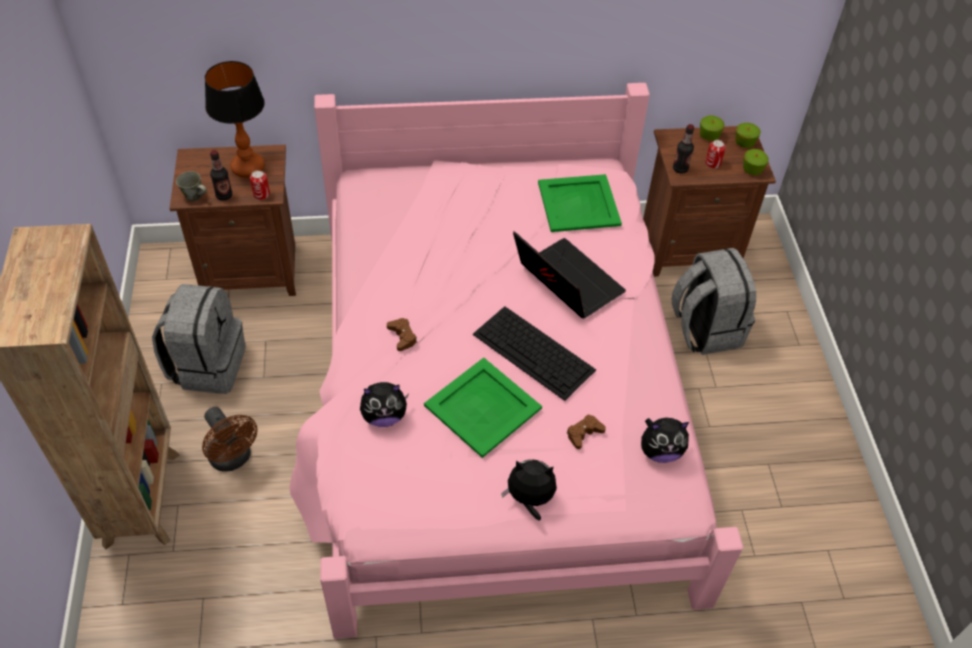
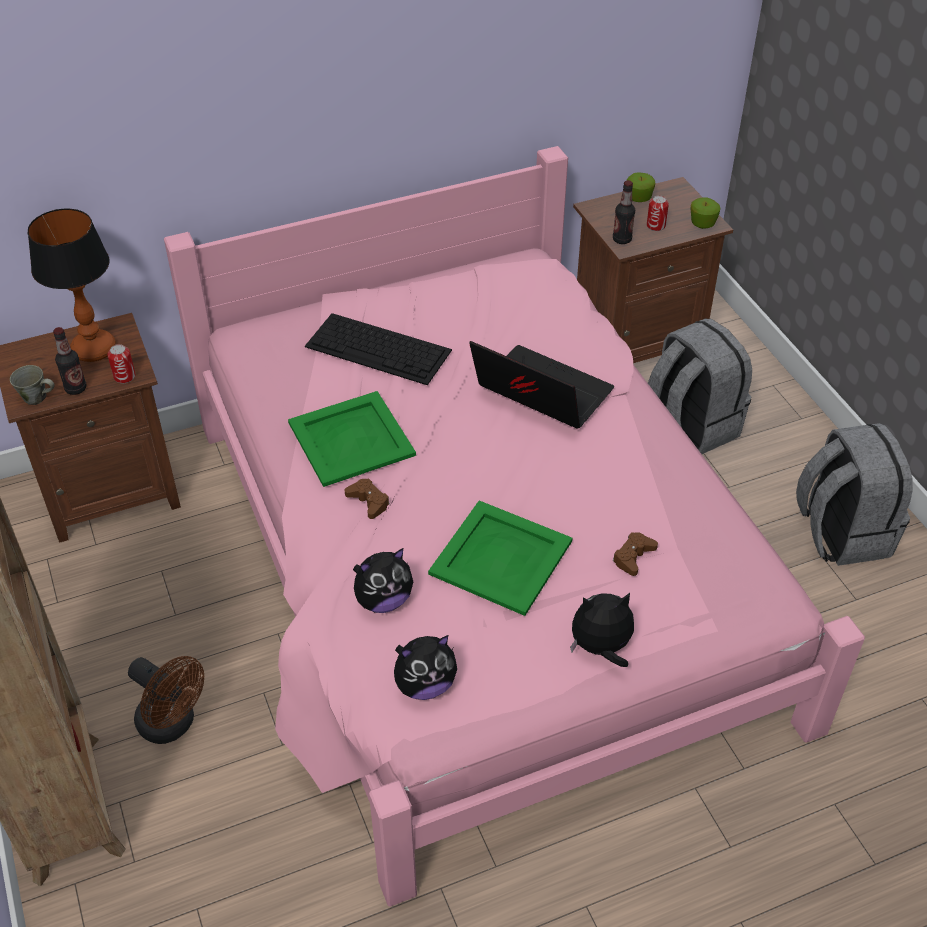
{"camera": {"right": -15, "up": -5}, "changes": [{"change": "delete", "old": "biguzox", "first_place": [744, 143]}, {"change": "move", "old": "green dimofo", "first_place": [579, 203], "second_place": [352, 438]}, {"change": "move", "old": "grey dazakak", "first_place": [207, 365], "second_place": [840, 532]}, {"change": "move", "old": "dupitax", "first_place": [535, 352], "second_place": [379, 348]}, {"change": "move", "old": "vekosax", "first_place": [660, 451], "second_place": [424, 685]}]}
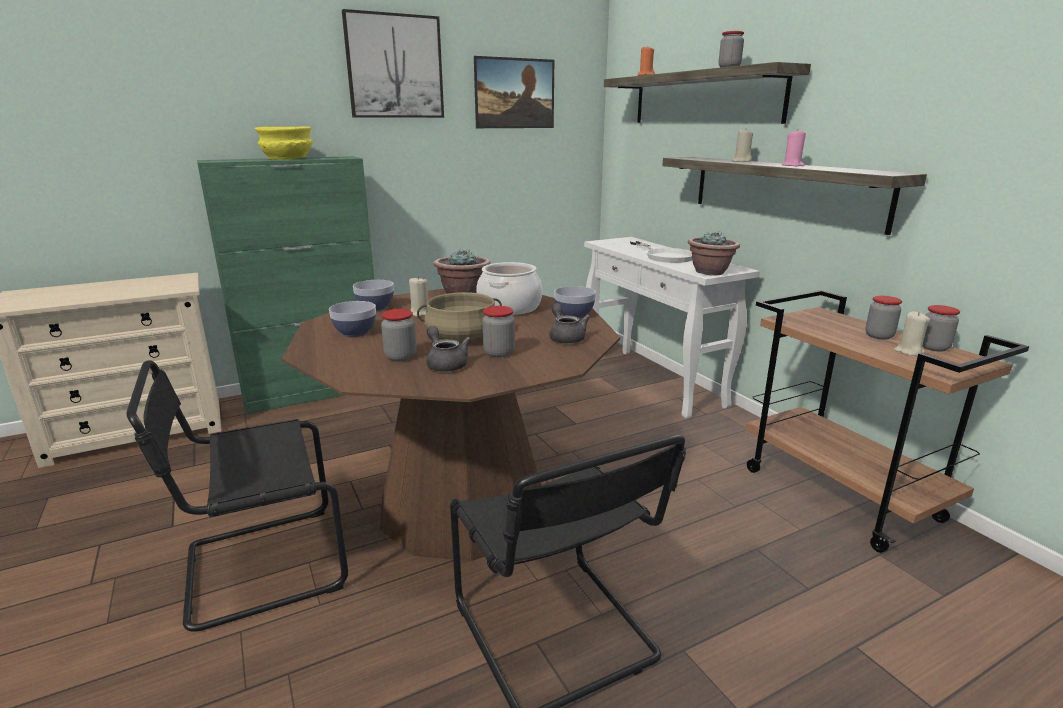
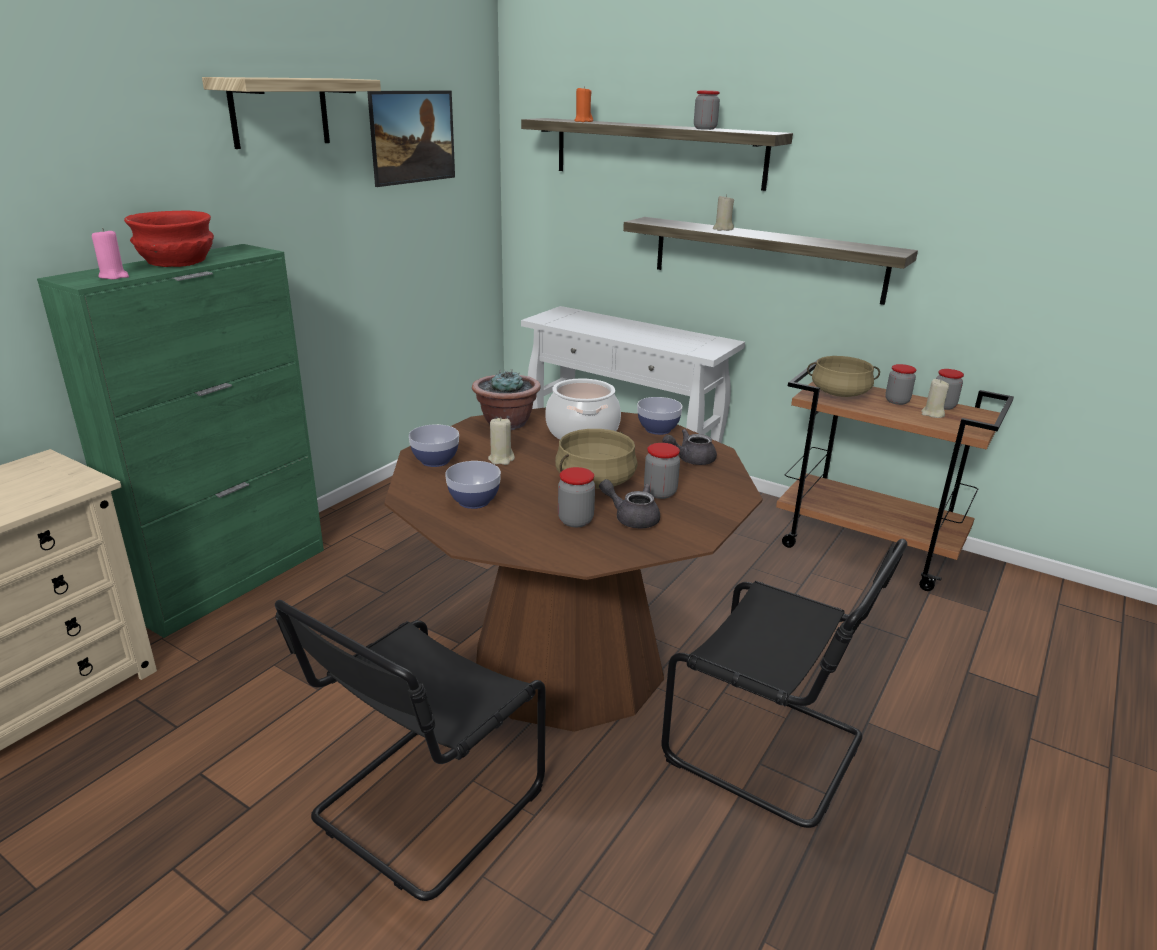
{"camera": {"right": -30, "up": 5}, "changes": [{"change": "replace", "old": "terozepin", "new": "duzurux", "first_place": [394, 67], "second_place": [279, 112]}, {"change": "recolor", "old": "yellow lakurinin", "new": "red lakurinin", "first_place": [288, 158], "second_place": [178, 261]}, {"change": "move", "old": "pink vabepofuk", "first_place": [792, 165], "second_place": [114, 276]}, {"change": "delete", "old": "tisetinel", "first_place": [710, 272]}, {"change": "delete", "old": "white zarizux", "first_place": [664, 256]}, {"change": "rotate", "old": "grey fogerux", "first_place": [566, 337], "second_place": [690, 459], "degrees": -60}, {"change": "insert", "new": "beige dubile", "second_place": [840, 393]}]}
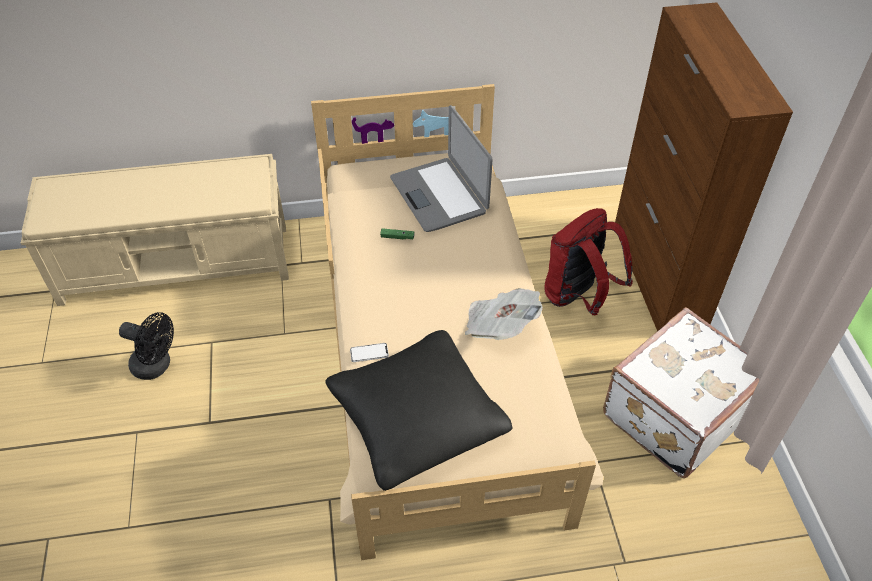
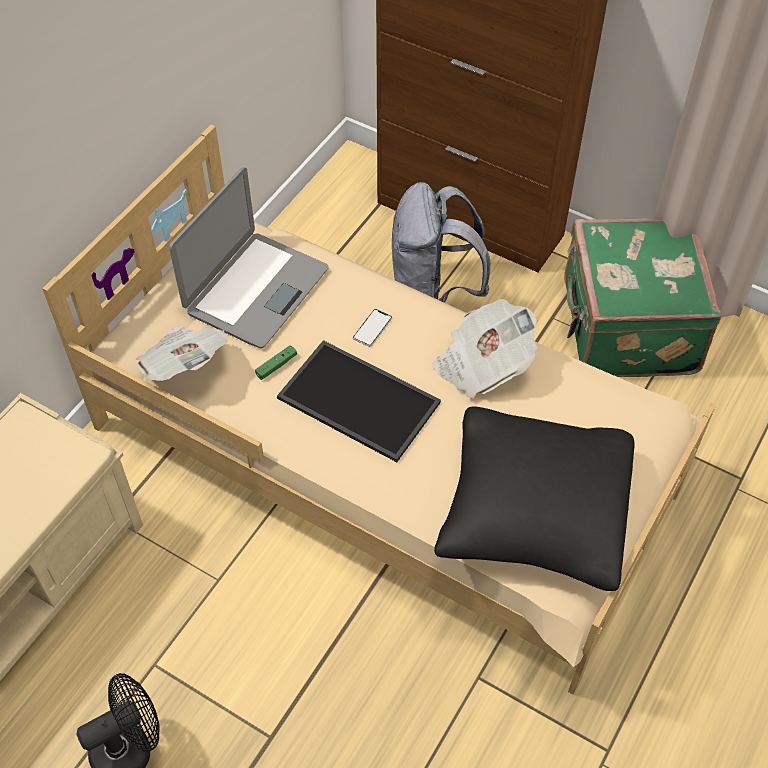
{"camera": {"right": -50, "up": 5}, "changes": [{"change": "rotate", "old": "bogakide", "first_place": [439, 195], "second_place": [255, 290], "degrees": -75}, {"change": "recolor", "old": "red dazakak", "new": "grey dazakak", "first_place": [578, 297], "second_place": [433, 294]}, {"change": "recolor", "old": "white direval", "new": "green direval", "first_place": [672, 414], "second_place": [626, 328]}, {"change": "move", "old": "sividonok", "first_place": [369, 353], "second_place": [372, 328]}, {"change": "insert", "new": "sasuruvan", "second_place": [184, 365]}, {"change": "insert", "new": "dimofo", "second_place": [356, 401]}]}
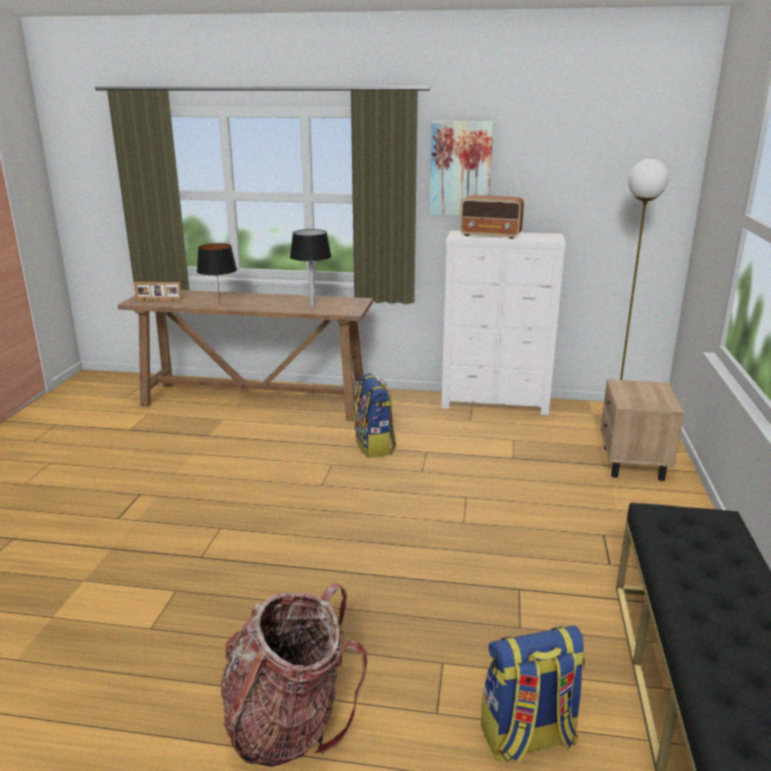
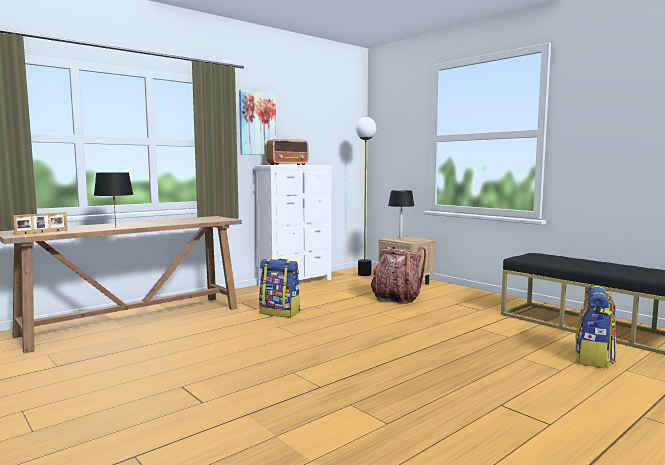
{"camera": {"right": -50, "up": -15}, "changes": [{"change": "move", "old": "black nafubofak", "first_place": [312, 306], "second_place": [400, 237]}, {"change": "move", "old": "dazakak", "first_place": [289, 722], "second_place": [396, 298]}]}
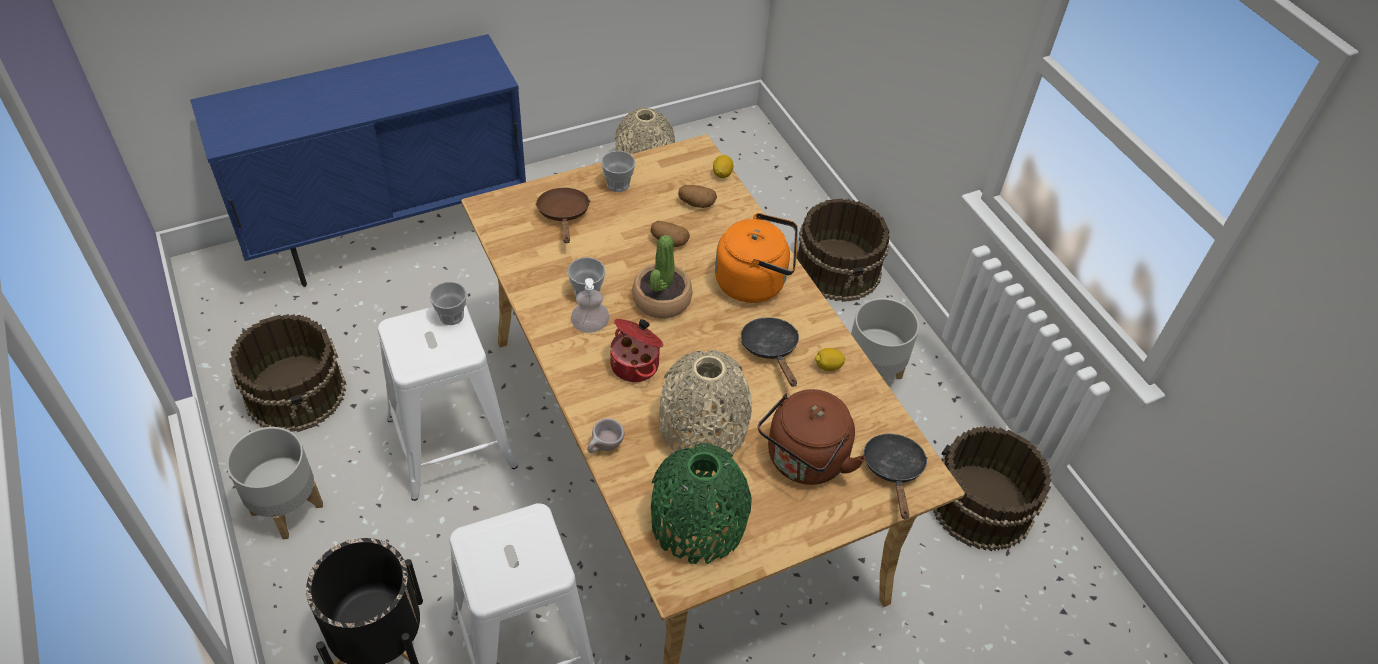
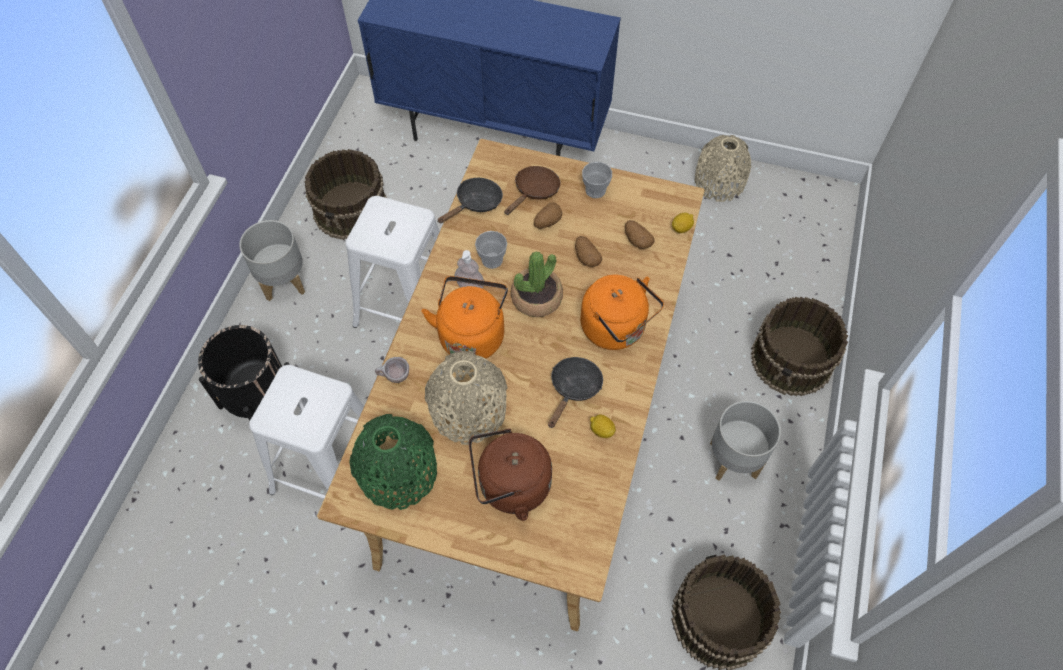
{"camera": {"right": 45, "up": 10}, "changes": [{"change": "delete", "old": "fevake", "first_place": [451, 316]}, {"change": "replace", "old": "dubile", "new": "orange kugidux", "first_place": [636, 364], "second_place": [472, 334]}, {"change": "move", "old": "black zarizux", "first_place": [893, 470], "second_place": [476, 203]}, {"change": "insert", "new": "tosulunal", "second_place": [547, 222]}]}
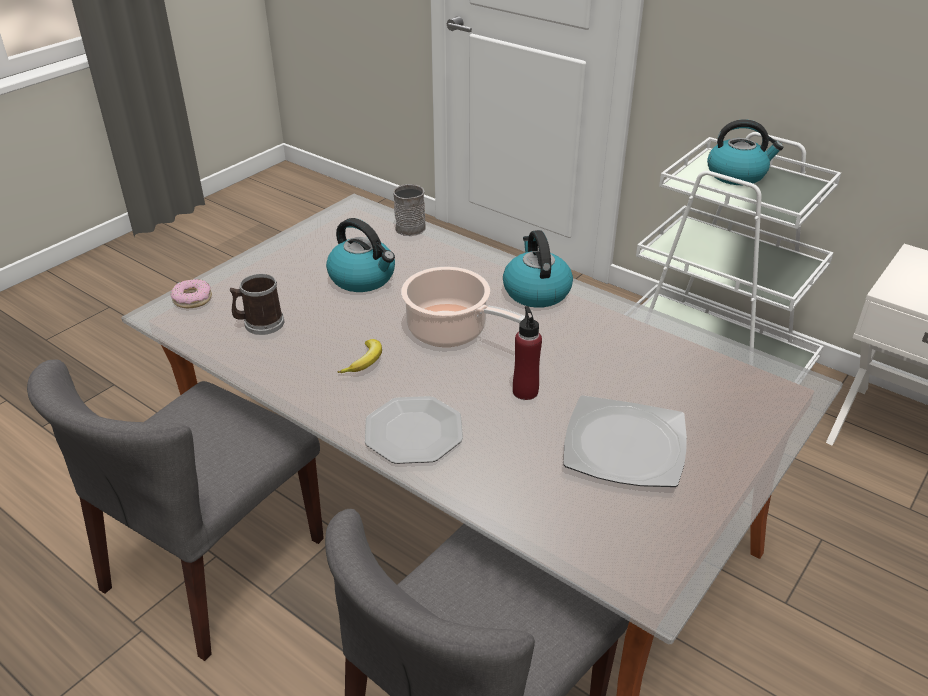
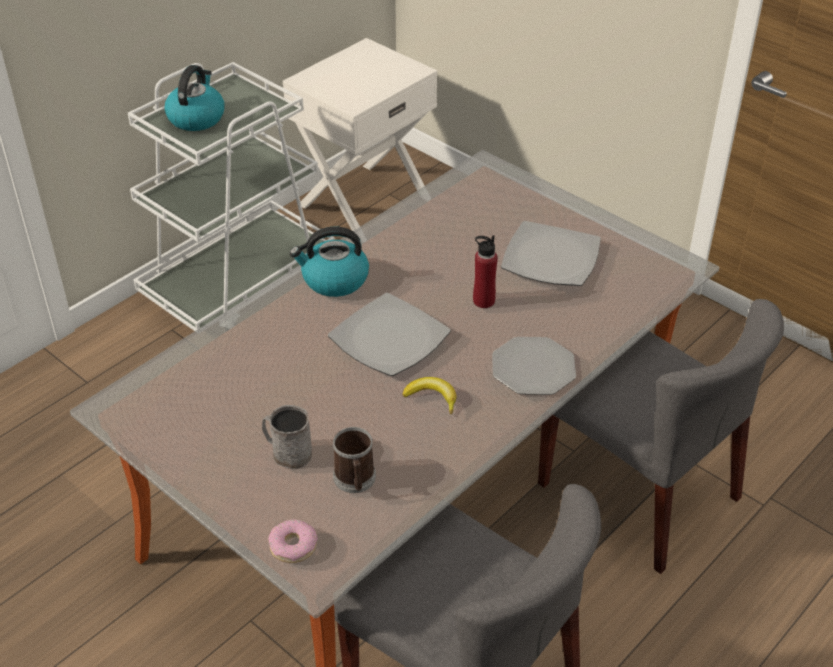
{"camera": {"right": -85, "up": 5}, "changes": [{"change": "move", "old": "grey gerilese", "first_place": [412, 226], "second_place": [287, 452]}, {"change": "delete", "old": "kugidux", "first_place": [363, 278]}, {"change": "replace", "old": "dubile", "new": "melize", "first_place": [451, 331], "second_place": [390, 338]}]}
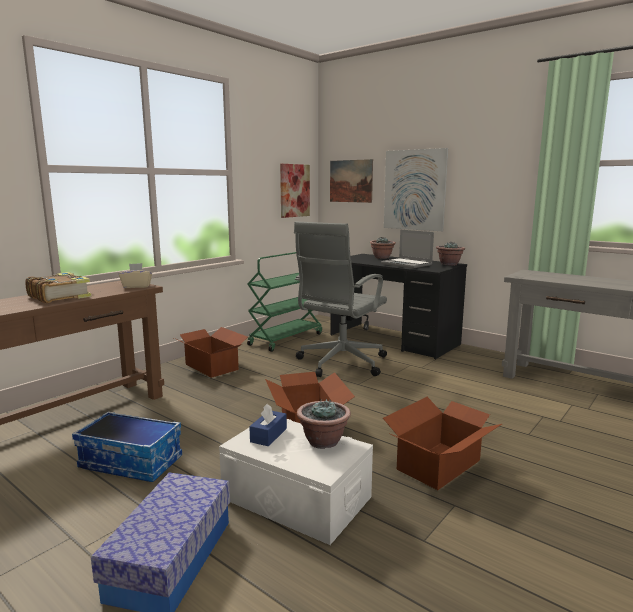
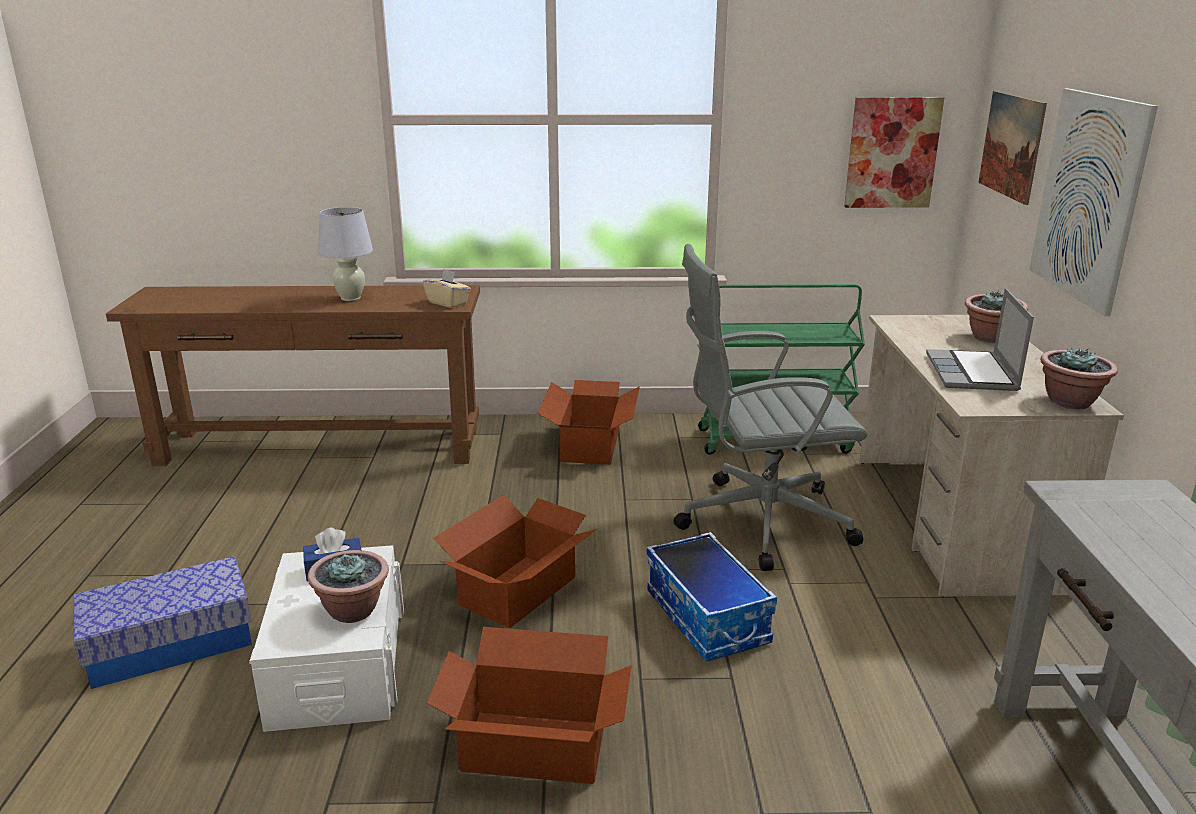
{"camera": {"right": 50, "up": 10}, "changes": [{"change": "recolor", "old": "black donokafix", "new": "beige donokafix", "first_place": [393, 340], "second_place": [953, 521]}, {"change": "replace", "old": "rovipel", "new": "white nafubofak", "first_place": [60, 296], "second_place": [350, 298]}, {"change": "move", "old": "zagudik", "first_place": [132, 462], "second_place": [708, 618]}]}
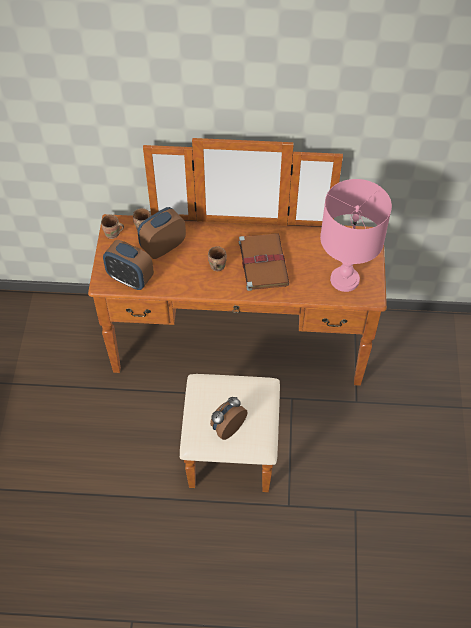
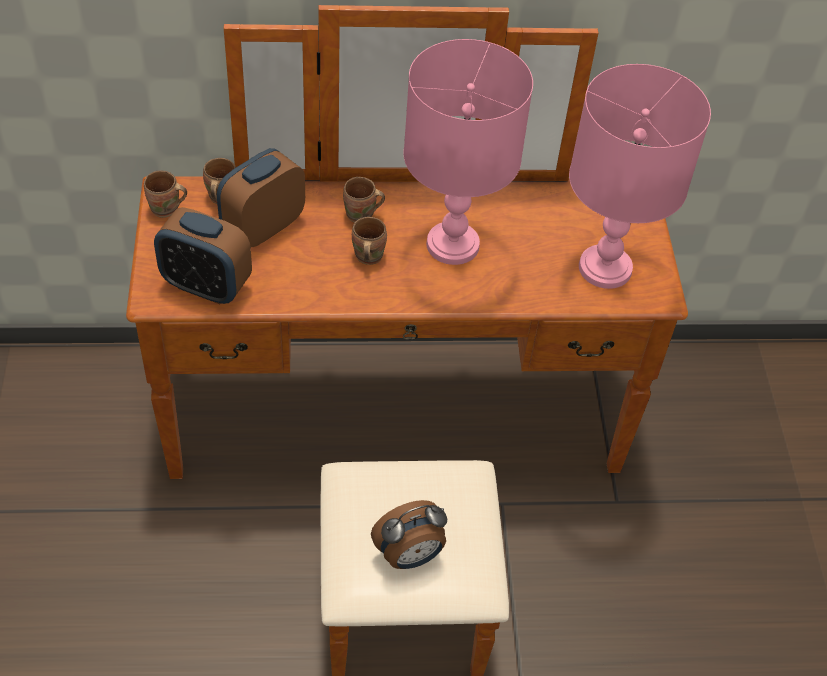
{"camera": {"right": -10, "up": -5}, "changes": [{"change": "replace", "old": "brown rovipel", "new": "pink nafubofak", "first_place": [263, 262], "second_place": [451, 245]}, {"change": "rotate", "old": "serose", "first_place": [227, 427], "second_place": [410, 556], "degrees": -150}, {"change": "insert", "new": "brown gerilese", "second_place": [361, 216]}]}
